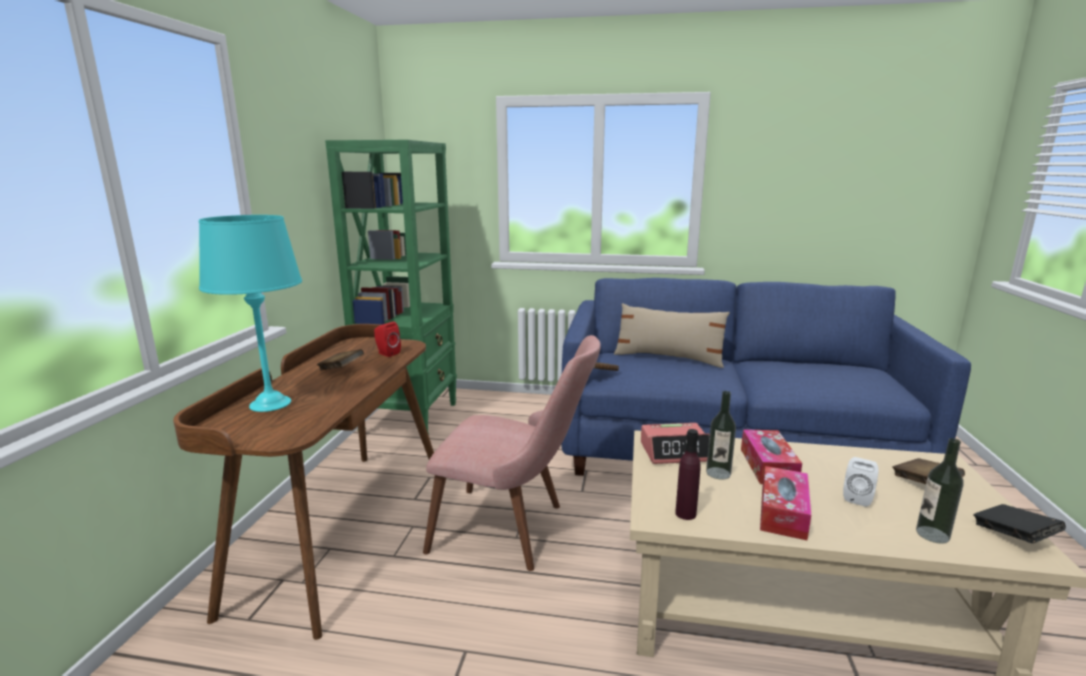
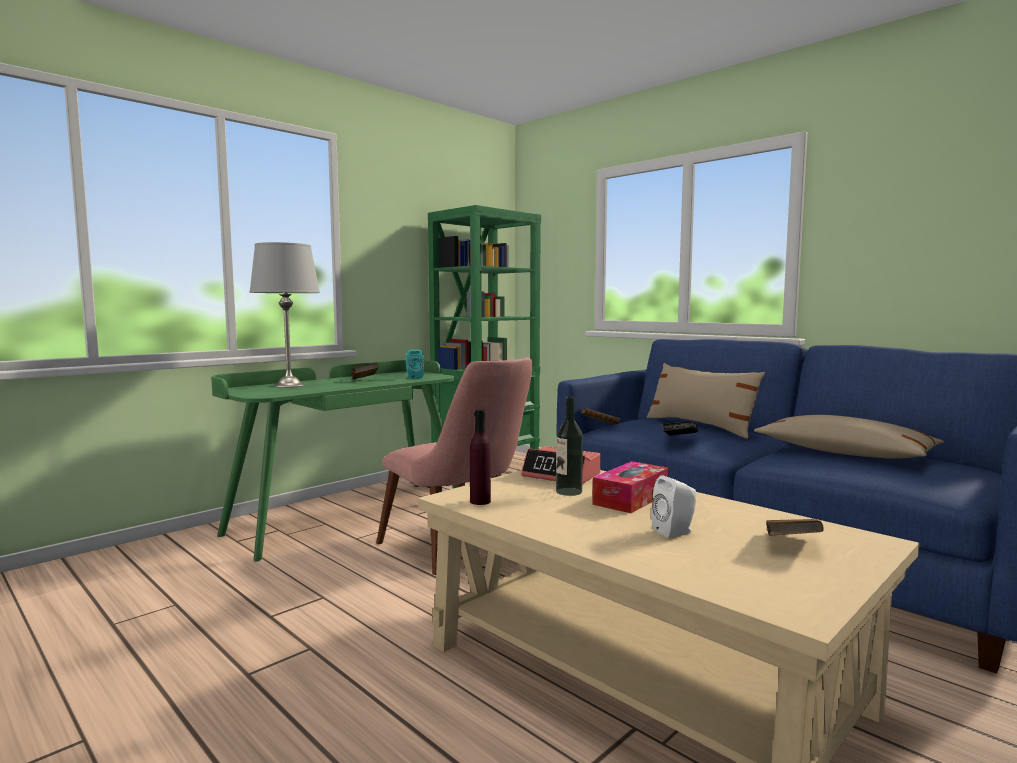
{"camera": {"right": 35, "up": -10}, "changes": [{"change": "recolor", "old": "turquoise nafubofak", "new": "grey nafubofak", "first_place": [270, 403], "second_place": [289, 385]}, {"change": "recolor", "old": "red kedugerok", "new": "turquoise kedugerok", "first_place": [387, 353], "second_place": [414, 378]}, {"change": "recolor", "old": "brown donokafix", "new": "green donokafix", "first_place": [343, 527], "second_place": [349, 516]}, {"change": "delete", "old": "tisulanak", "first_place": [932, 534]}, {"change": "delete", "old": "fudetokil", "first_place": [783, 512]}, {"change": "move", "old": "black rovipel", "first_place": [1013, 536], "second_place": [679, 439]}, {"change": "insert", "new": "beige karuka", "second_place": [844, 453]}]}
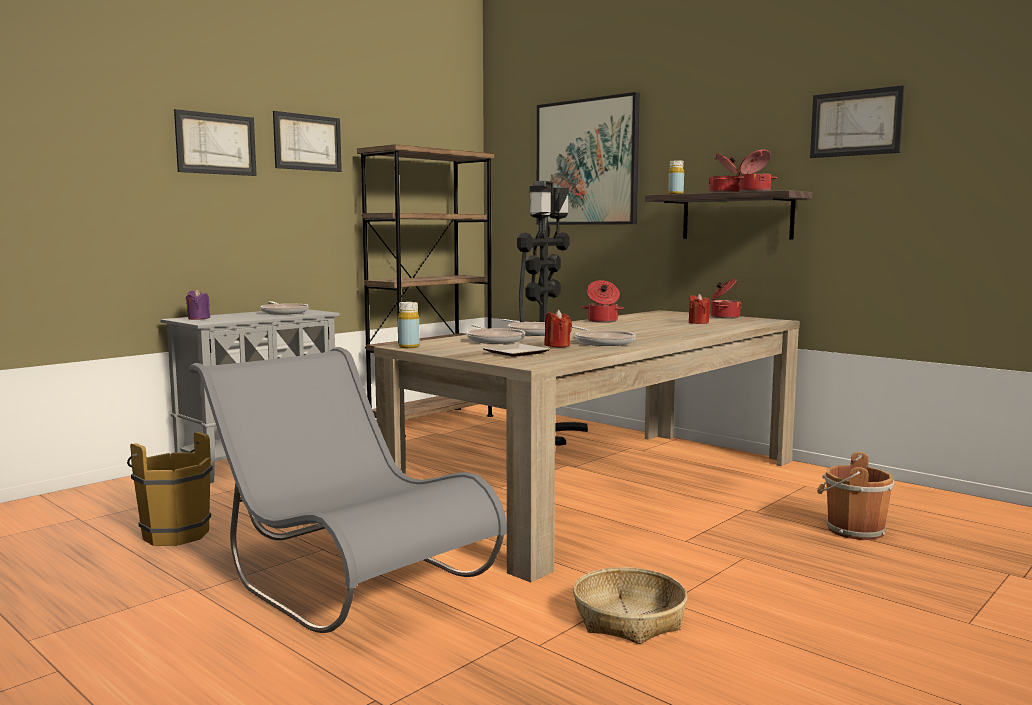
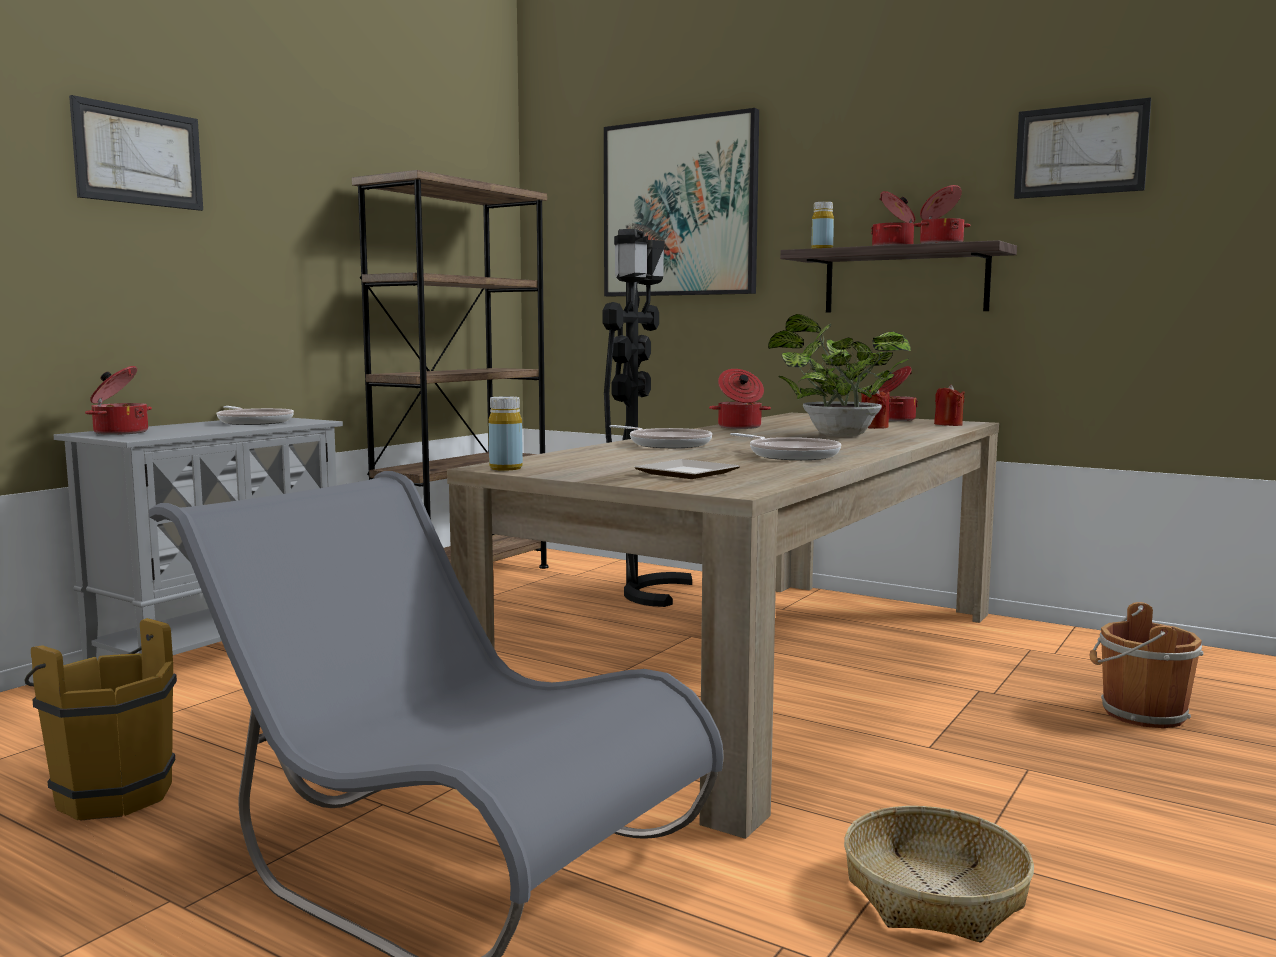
{"camera": {"right": -10, "up": 0}, "changes": [{"change": "delete", "old": "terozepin", "first_place": [307, 142]}, {"change": "replace", "old": "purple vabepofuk", "new": "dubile", "first_place": [198, 318], "second_place": [120, 432]}, {"change": "move", "old": "red vabepofuk", "first_place": [557, 345], "second_place": [948, 424]}, {"change": "delete", "old": "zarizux", "first_place": [494, 340]}, {"change": "insert", "new": "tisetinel", "second_place": [834, 435]}]}
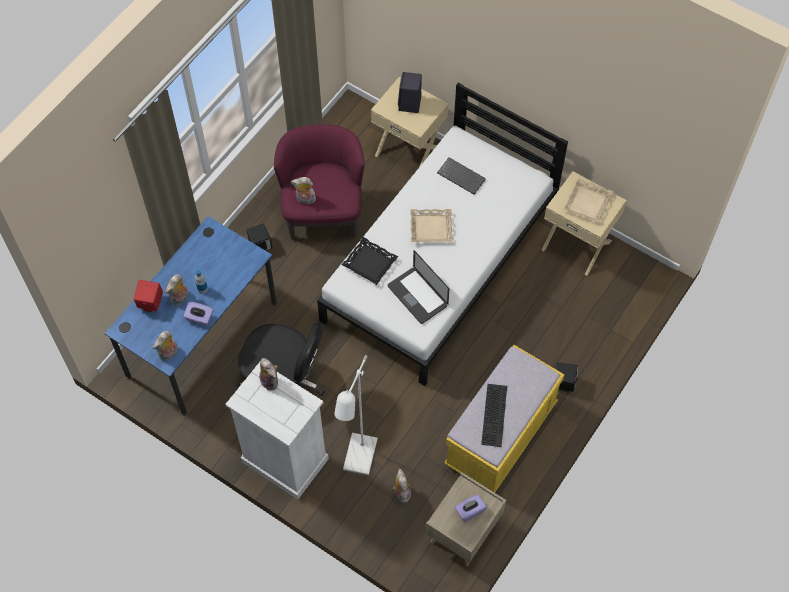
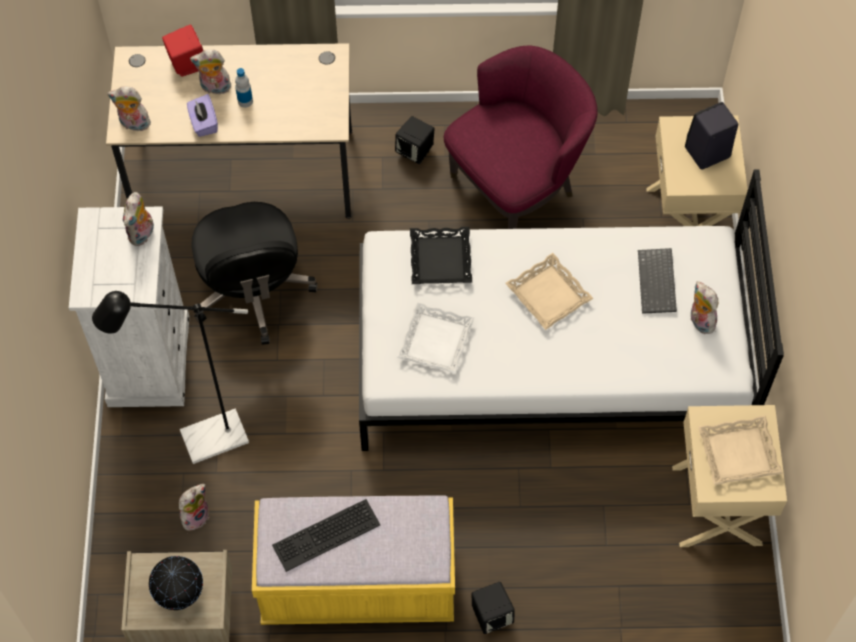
{"camera": {"right": 55, "up": 0}, "changes": [{"change": "move", "old": "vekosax", "first_place": [305, 199], "second_place": [699, 321]}, {"change": "recolor", "old": "blue donokafix", "new": "beige donokafix", "first_place": [202, 339], "second_place": [244, 175]}, {"change": "replace", "old": "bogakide", "new": "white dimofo", "first_place": [417, 296], "second_place": [436, 341]}, {"change": "recolor", "old": "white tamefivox", "new": "black tamefivox", "first_place": [358, 462], "second_place": [202, 442]}, {"change": "replace", "old": "purple fudetokil", "new": "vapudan", "first_place": [469, 511], "second_place": [180, 594]}]}
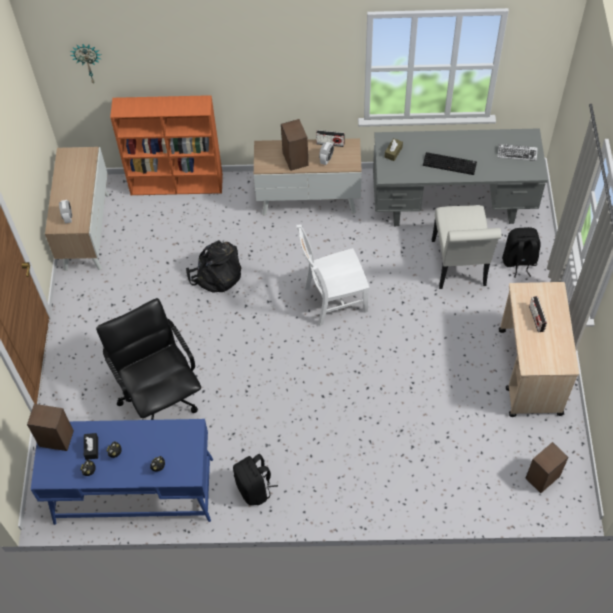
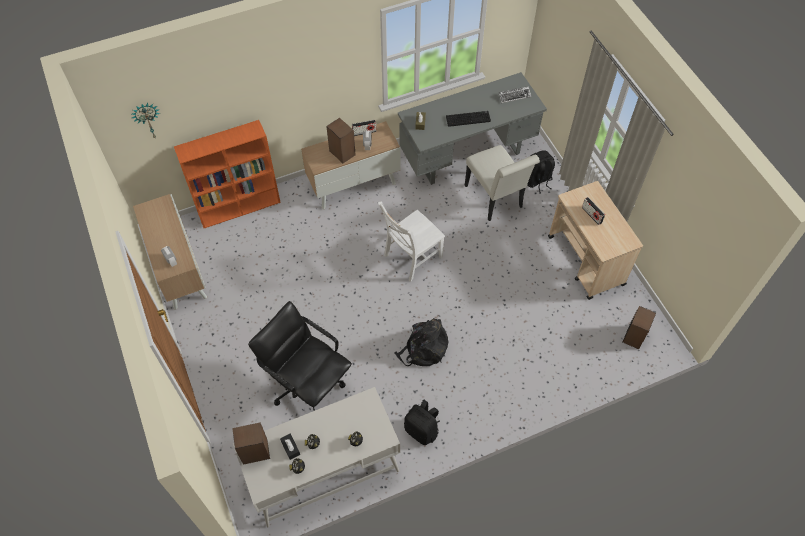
{"camera": {"right": -25, "up": 0}, "changes": [{"change": "move", "old": "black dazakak", "first_place": [216, 275], "second_place": [423, 349]}, {"change": "recolor", "old": "blue donokafix", "new": "white donokafix", "first_place": [134, 490], "second_place": [323, 471]}]}
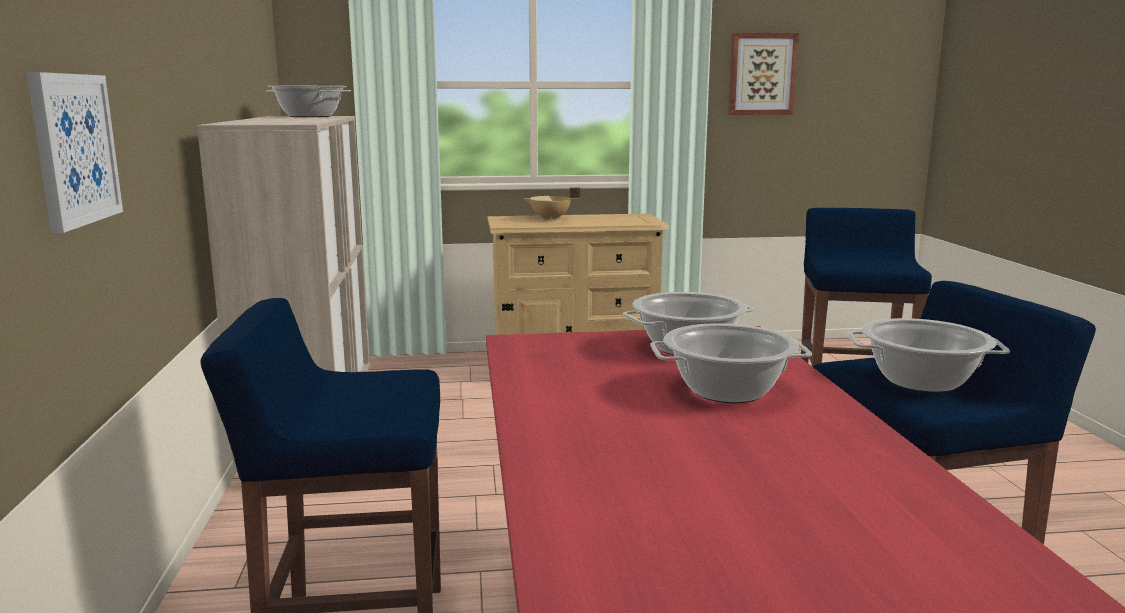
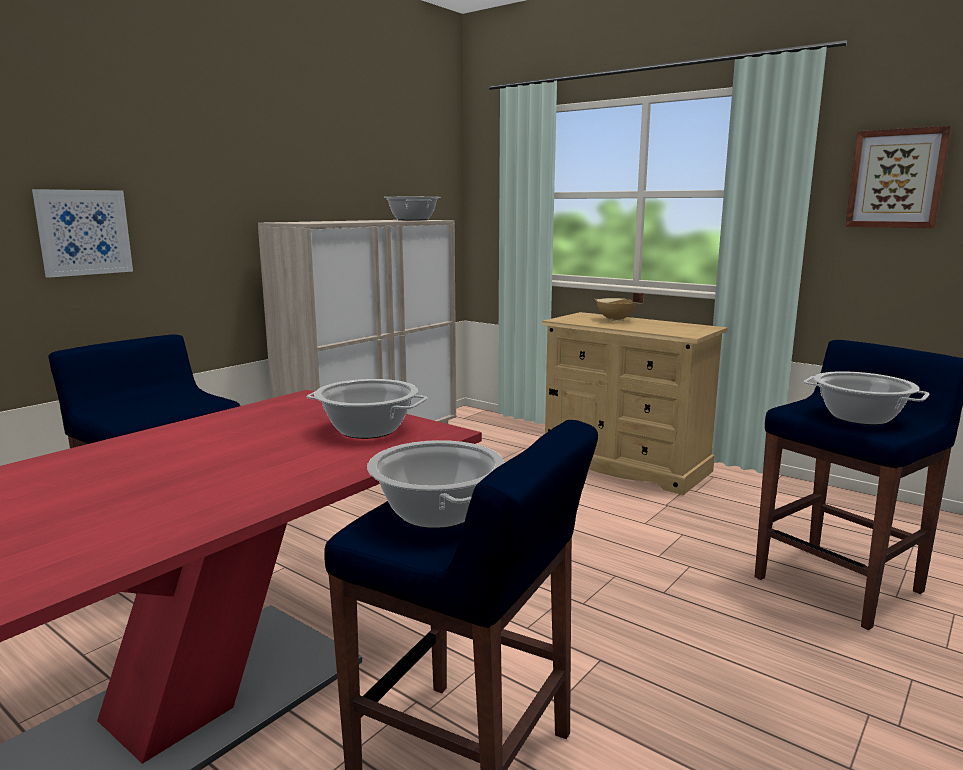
{"camera": {"right": 45, "up": 0}, "changes": [{"change": "move", "old": "dubile", "first_place": [727, 391], "second_place": [859, 417]}]}
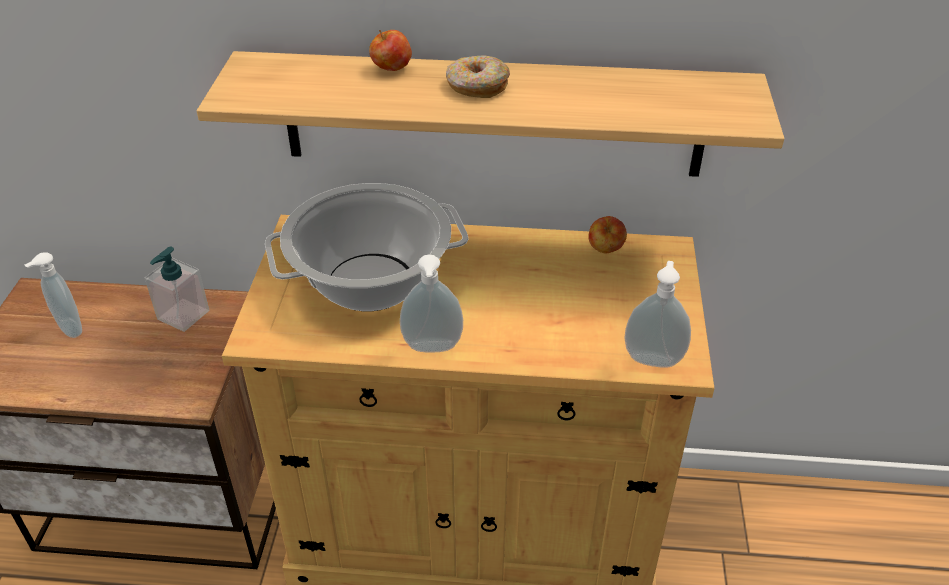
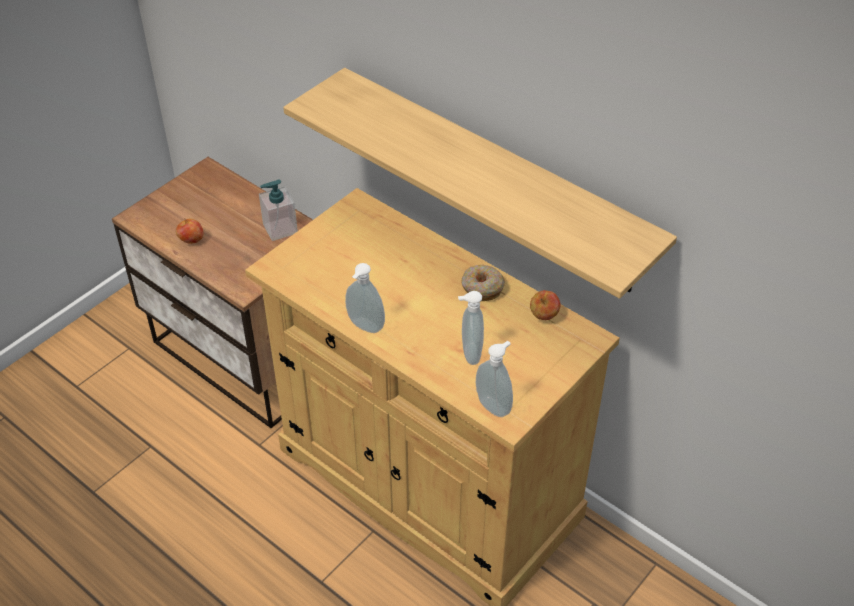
{"camera": {"right": 35, "up": 5}, "changes": [{"change": "move", "old": "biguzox", "first_place": [391, 70], "second_place": [191, 240]}, {"change": "move", "old": "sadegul", "first_place": [476, 86], "second_place": [482, 288]}, {"change": "delete", "old": "dubile", "first_place": [371, 282]}, {"change": "move", "old": "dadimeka", "first_place": [68, 330], "second_place": [469, 354]}]}
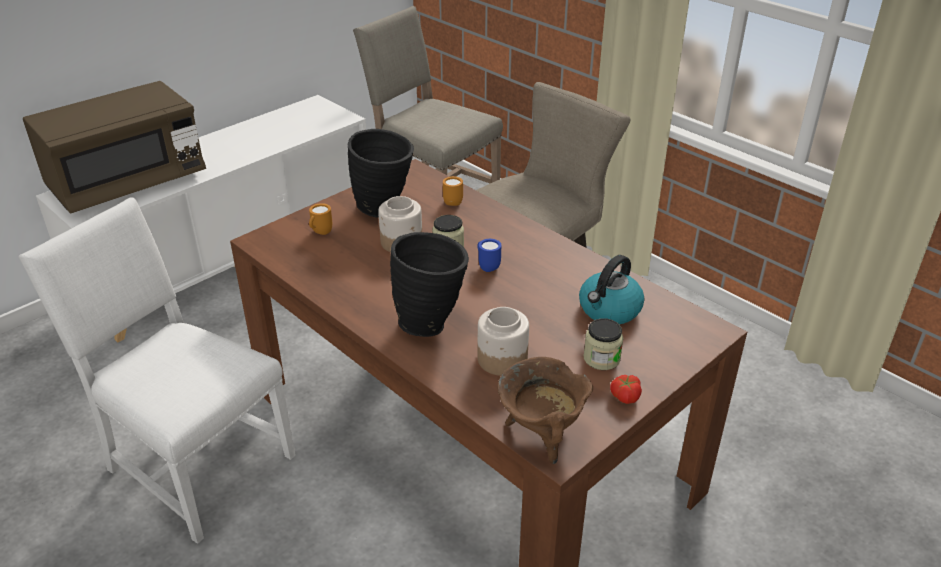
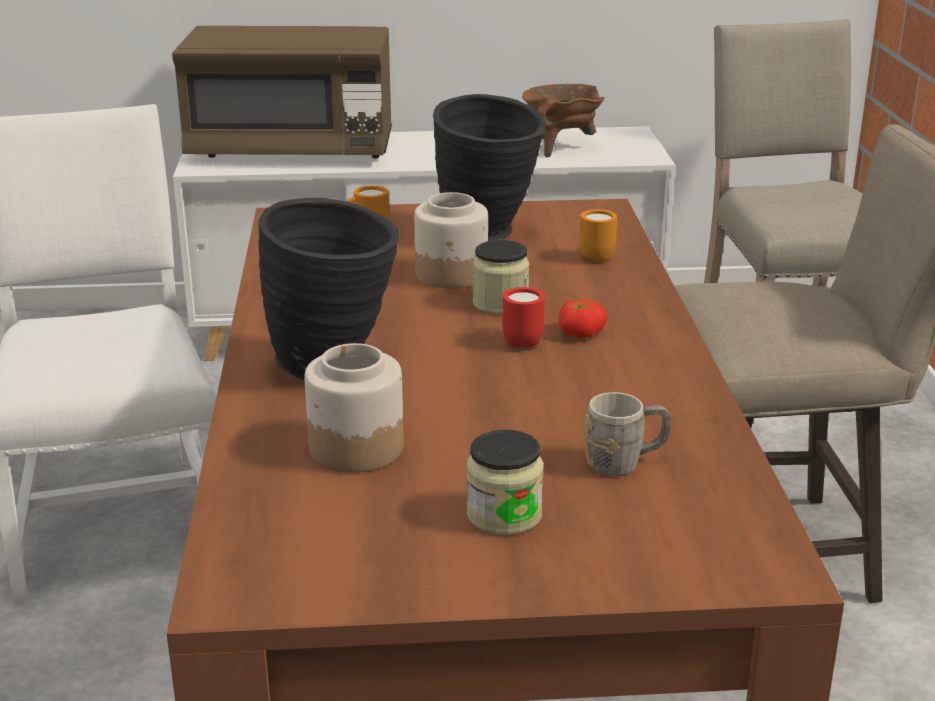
{"camera": {"right": 40, "up": -10}, "changes": [{"change": "recolor", "old": "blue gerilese", "new": "red gerilese", "first_place": [487, 267], "second_place": [522, 341]}, {"change": "replace", "old": "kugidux", "new": "grey gerilese", "first_place": [609, 310], "second_place": [624, 463]}, {"change": "move", "old": "brown dubile", "first_place": [541, 434], "second_place": [560, 147]}, {"change": "move", "old": "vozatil", "first_place": [624, 396], "second_place": [579, 333]}]}
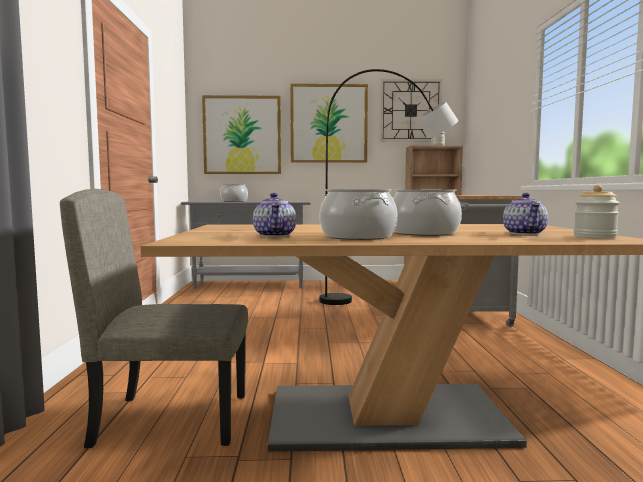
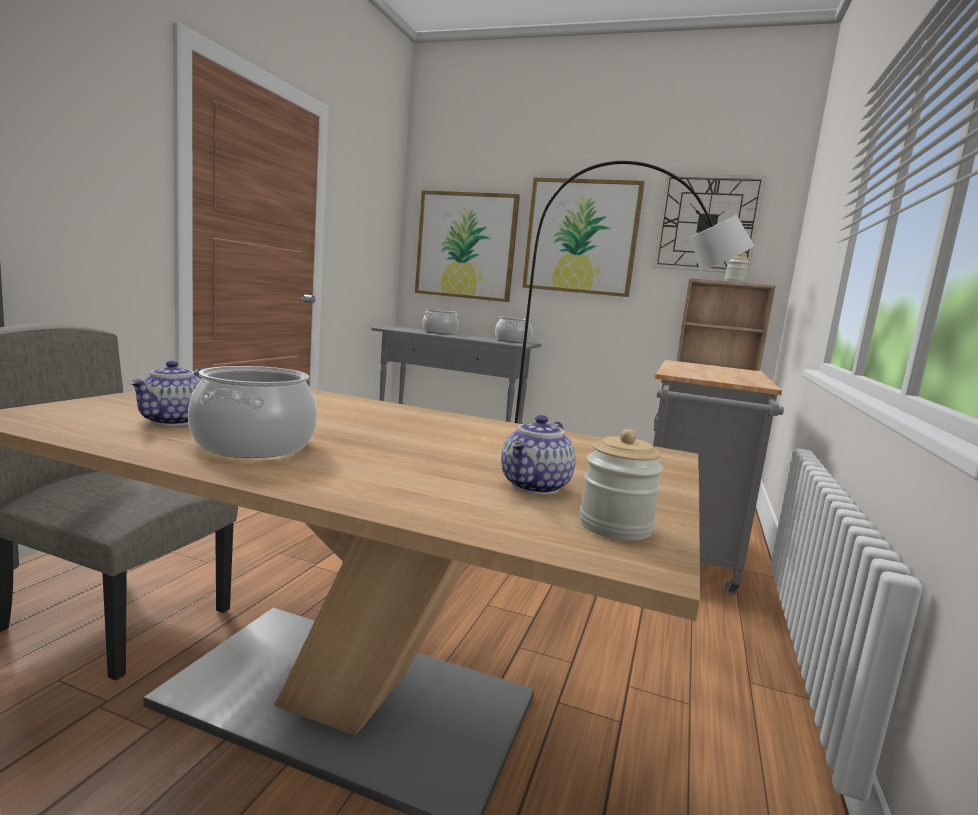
{"camera": {"right": 20, "up": 5}, "changes": [{"change": "move", "old": "dubile", "first_place": [423, 233], "second_place": [512, 341]}]}
